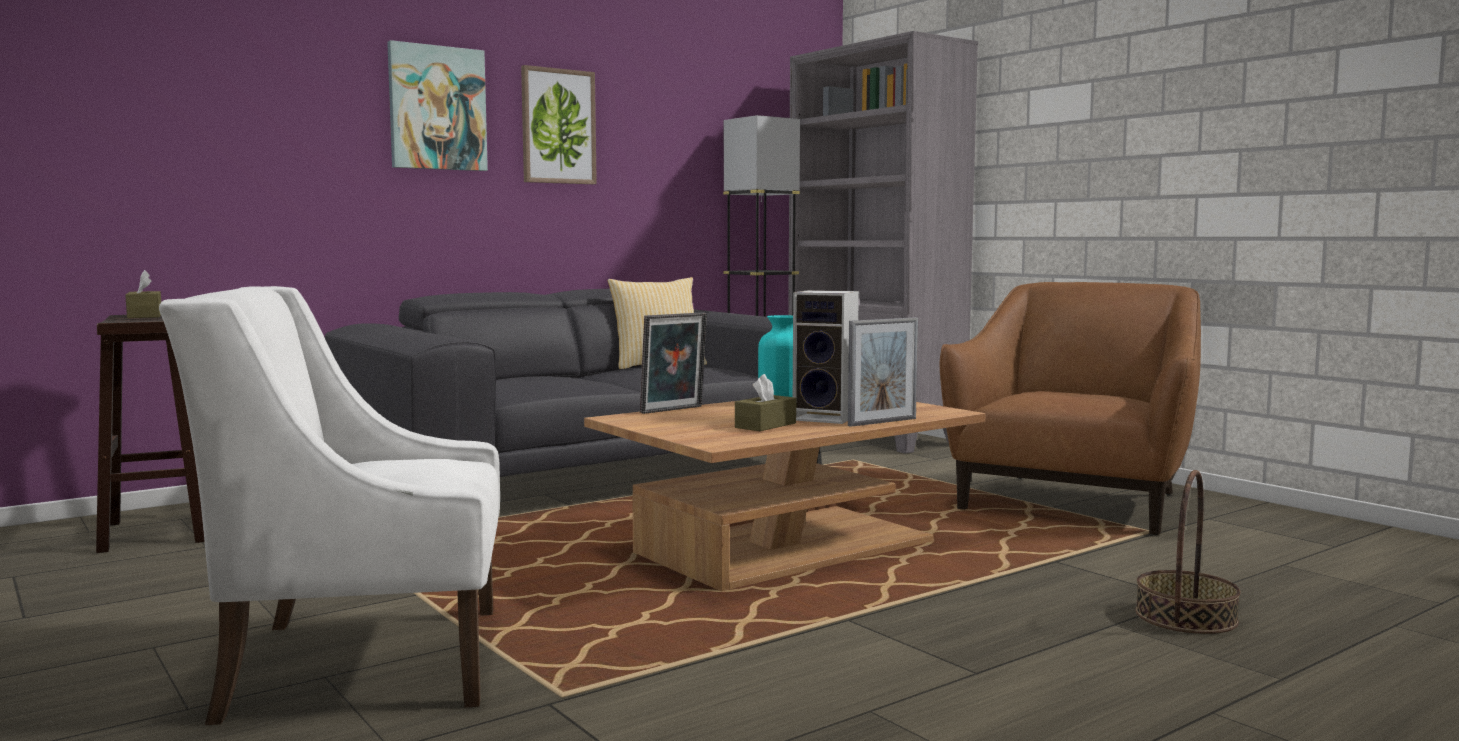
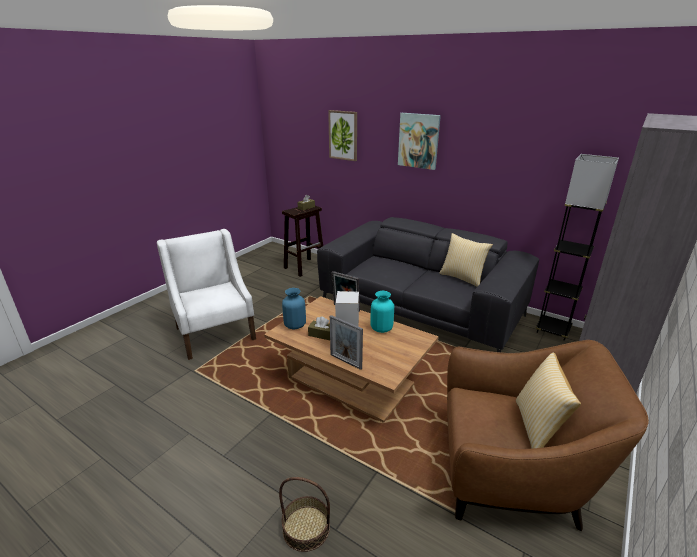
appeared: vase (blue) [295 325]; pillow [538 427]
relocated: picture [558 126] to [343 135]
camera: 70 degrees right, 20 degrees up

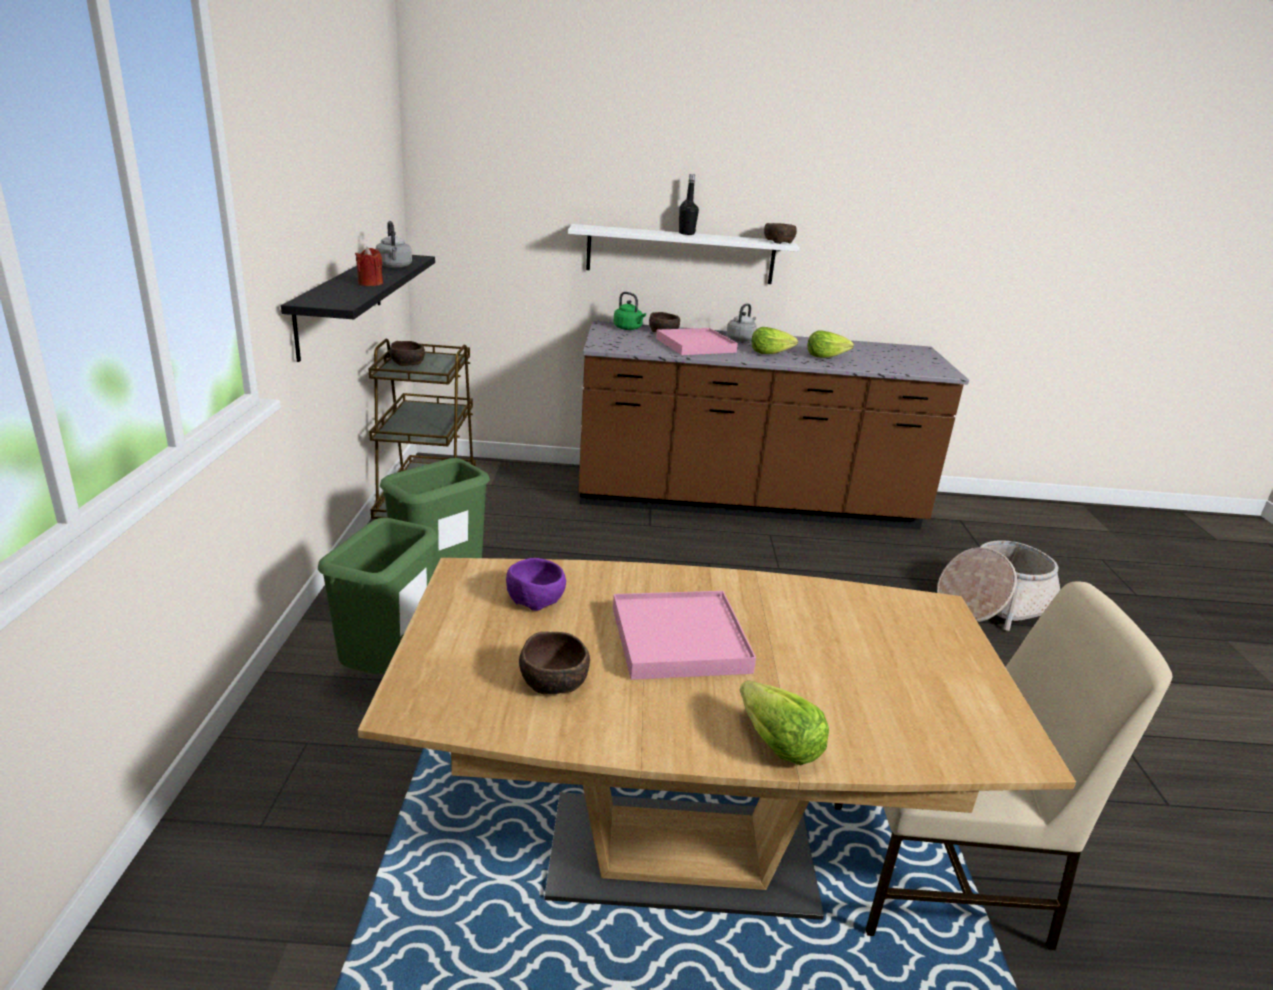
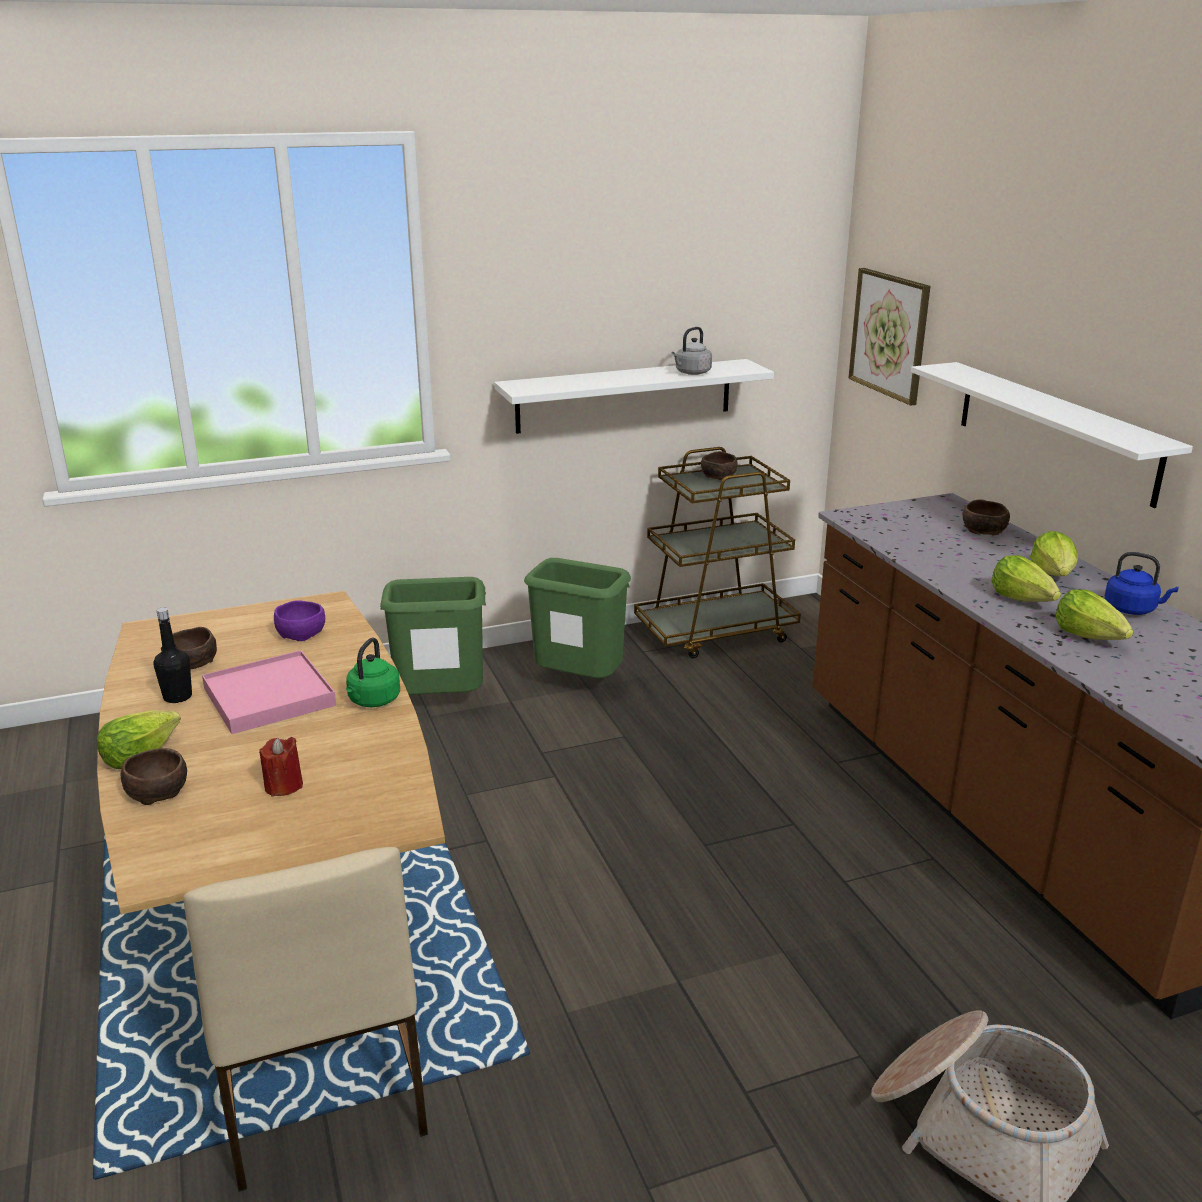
missing: tray (pink) [695 345]
appeared: picture [889 334]; kettle (blue) [1132 609]
relocated: bowl (brown) [778 242] to [159 791]; bottle (black) [686 233] to [177 697]; candle (red) [370 283] to [283 786]; kettle (green) [629 328] to [373 701]
exchanged: kettle (grey) [741 339] to lettuce [1054 574]
colour: shelf (black) [340 302] to shelf (white) [625 395]
camera: 70 degrees right, 0 degrees up

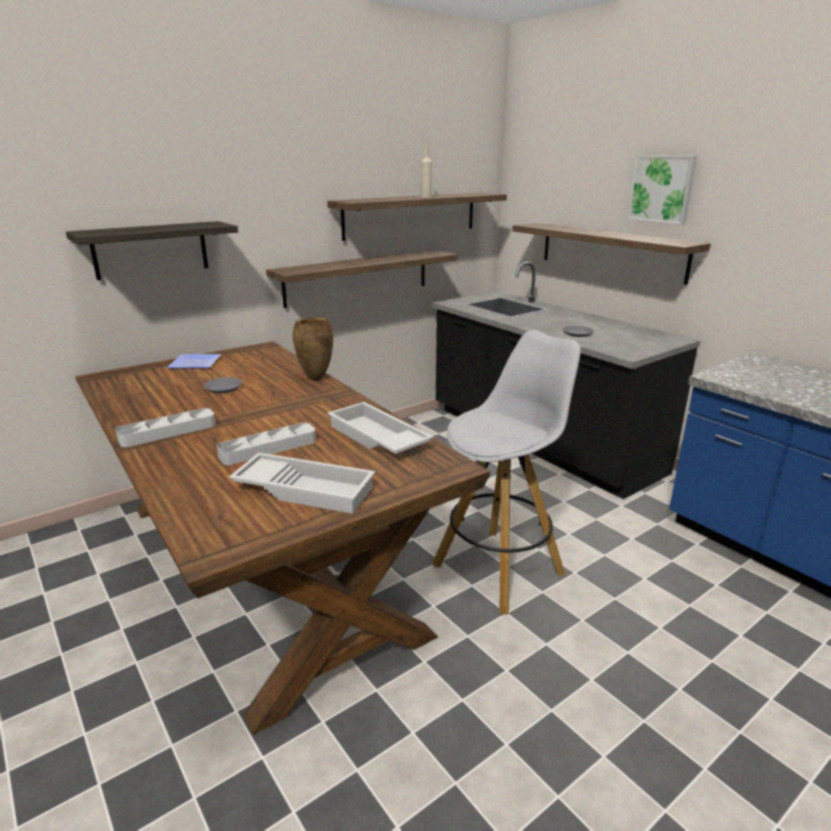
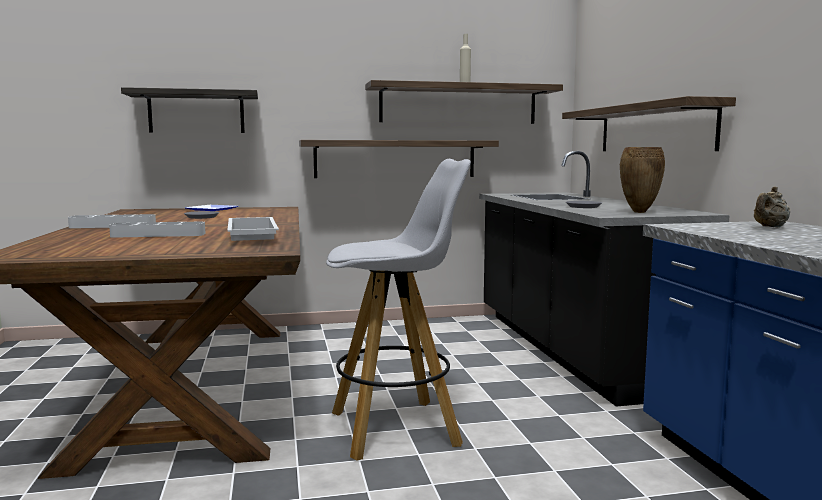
missing: tray (white) [306 489]; picture [662 189]
appeared: teapot (beige) [770 227]
relocated: vase (brown) [315 378] to [639 212]
camera: 25 degrees right, 15 degrees down

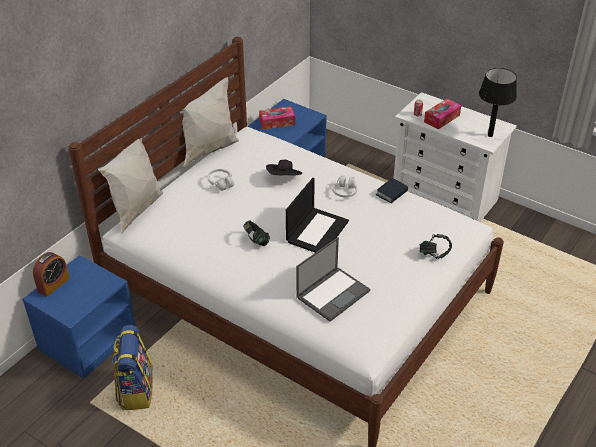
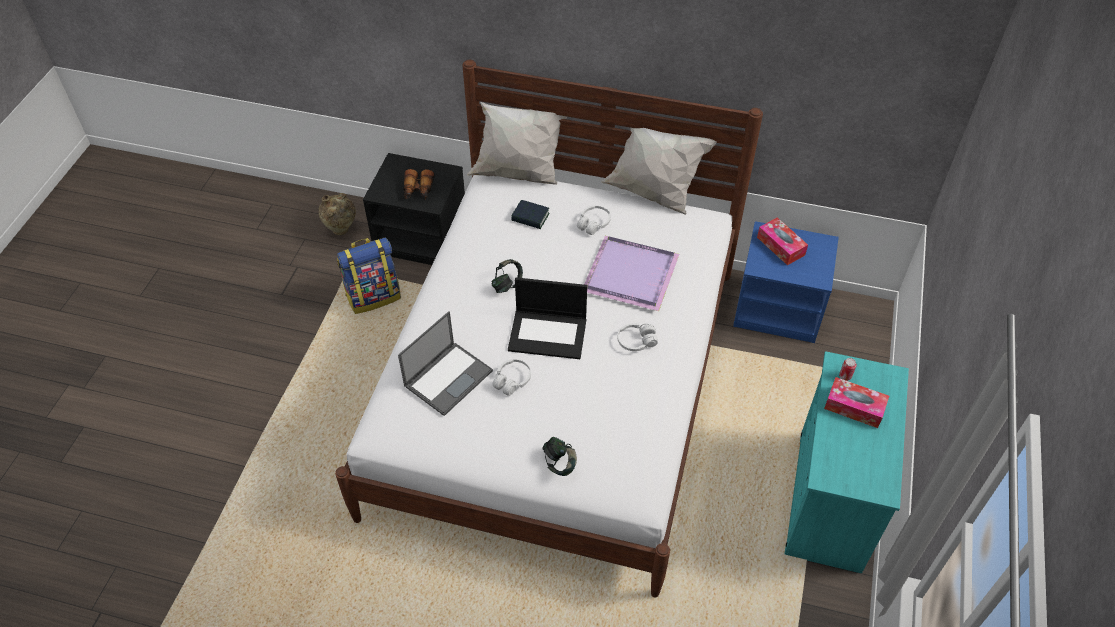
missing: alarm clock [53 284]; table lamp (black) [490 135]
appeared: vase (beige) [341 231]; binoculars [418 190]; headphones (white) [512 381]
relocated: book [391 193] to [530 217]
exchanged: hat (black) [284 178] to tray (purple) [631 276]
colour: nightstand (blue) [88 340] to nightstand (black) [422 237]; dresser (white) [445 196] to dresser (turquoise) [829 501]
spun: laptop [333 293] = [449 377] 75 degrees counterclockwise
camera: 70 degrees right, 10 degrees up

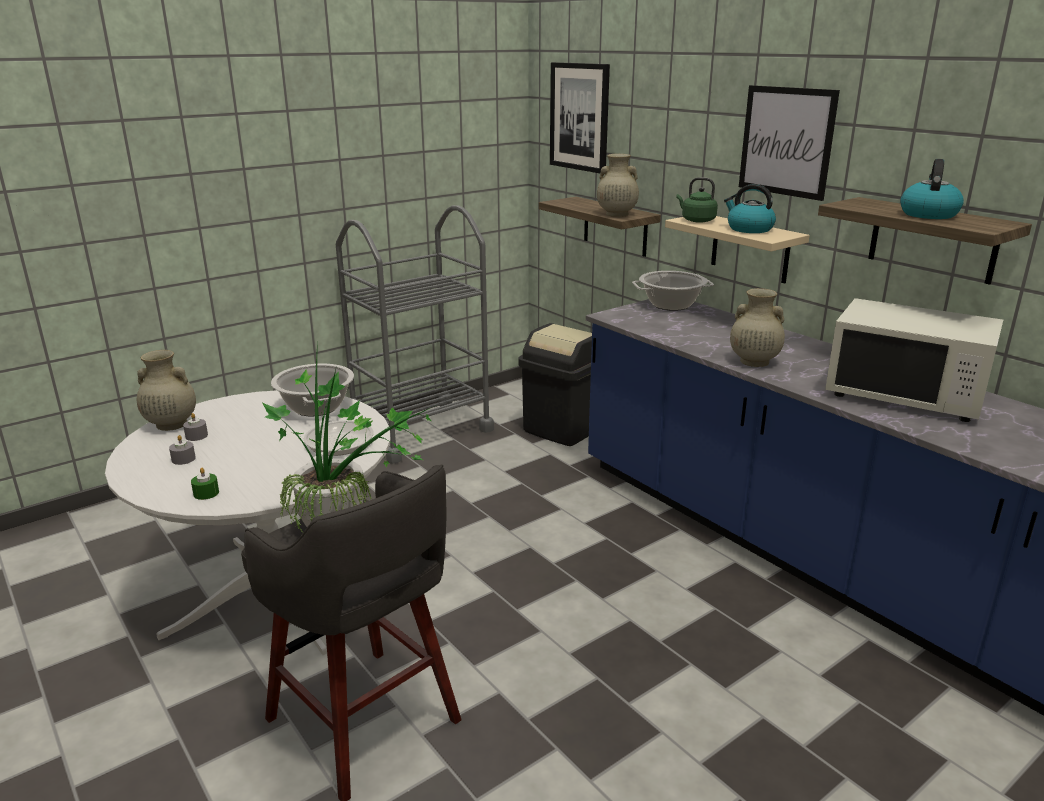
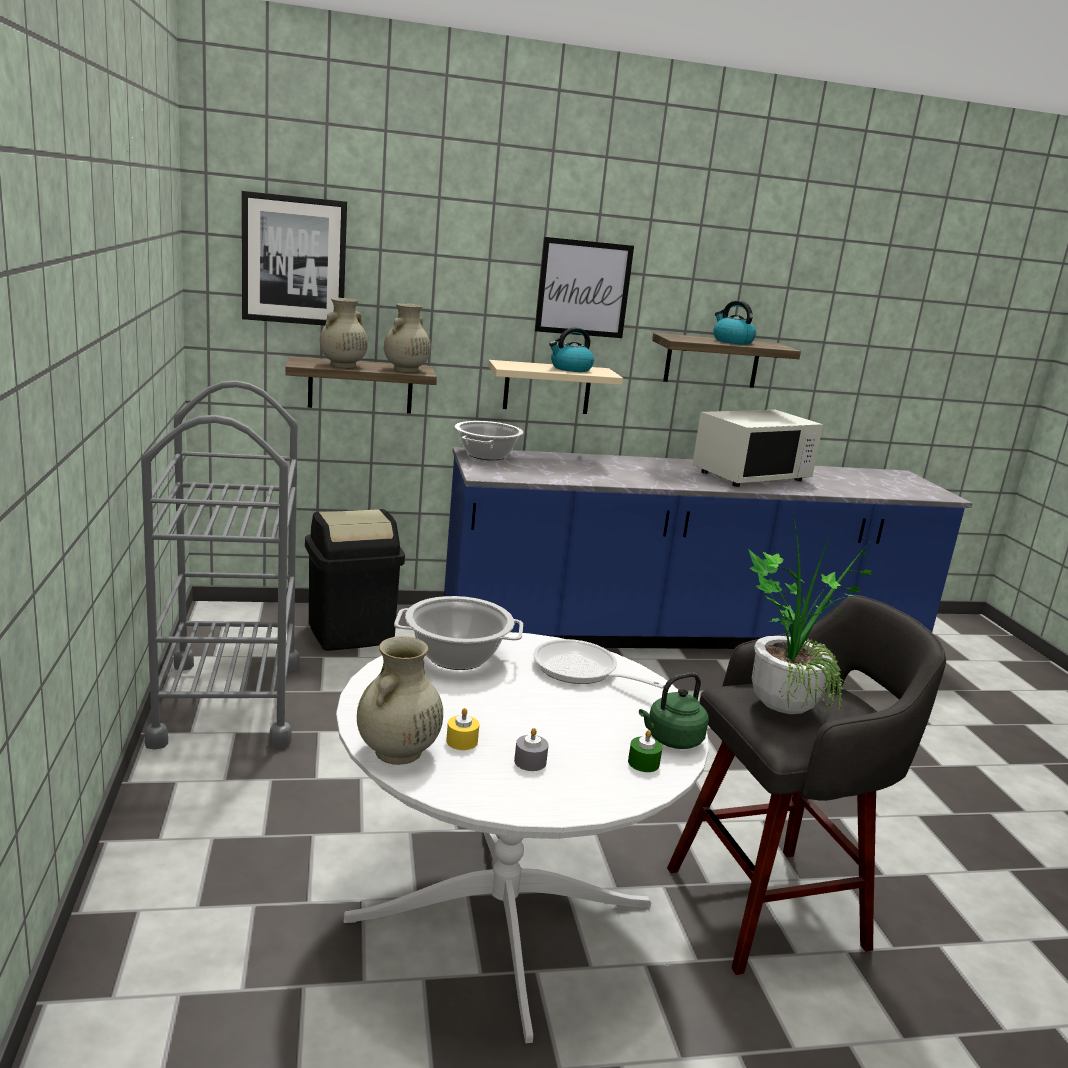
relocated: vase (beige) [753 361] to [342 365]; kettle (green) [696 220] to [671 740]
colour: candle (grey) [196 436] to candle (yellow) [462 741]
camera: 65 degrees left, 5 degrees down

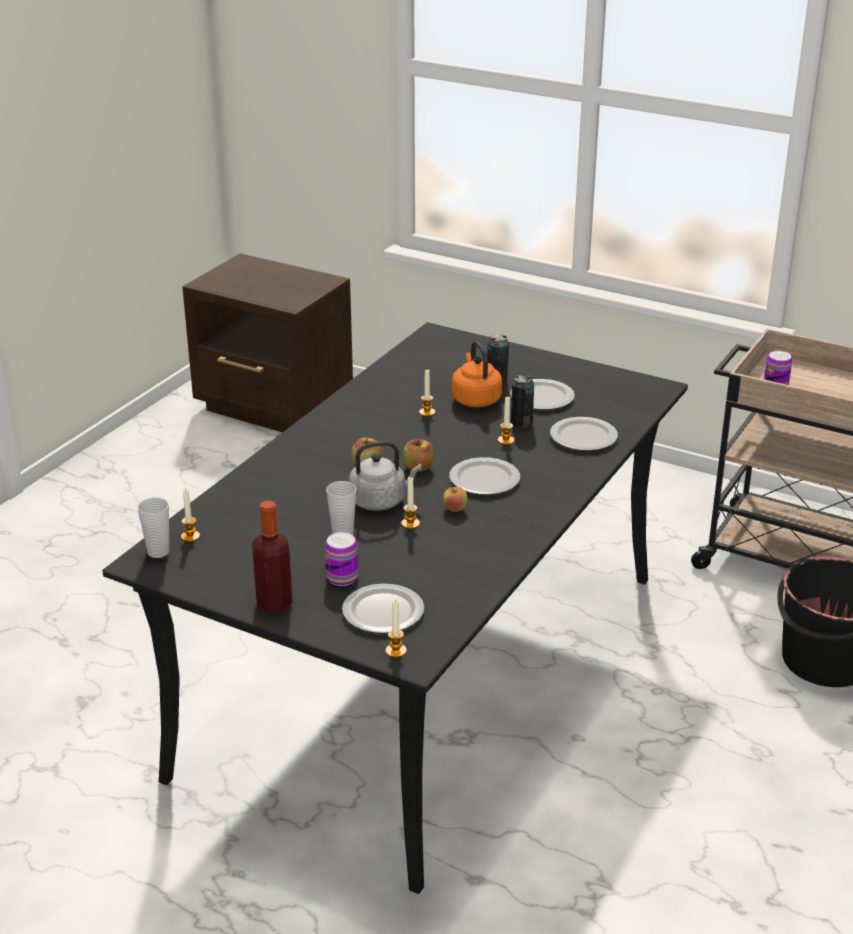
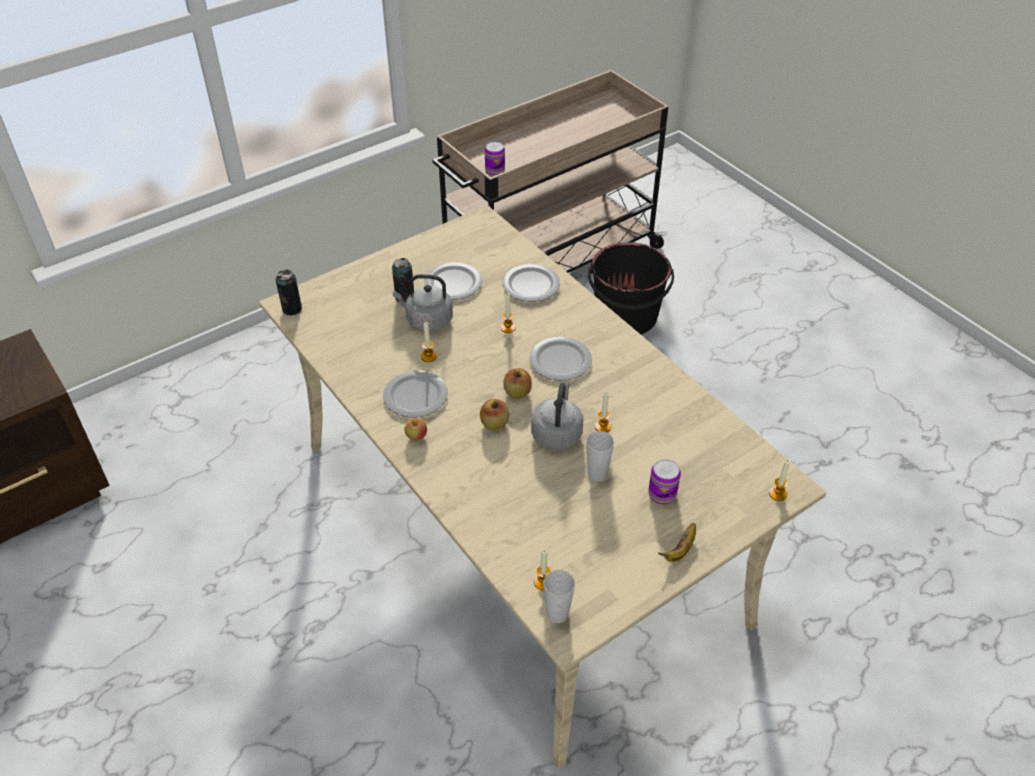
relocated: can [521 423] to [292 309]; plate [382 611] to [414 396]; apple [455 509] to [416 436]
exchanged: bottle [274 603] to banana [680 550]
colour: dining table (black) [425 670] to dining table (beige) [515 530]; kettle (orange) [475 399] to kettle (grey) [427 320]
camera: 65 degrees left, 15 degrees up

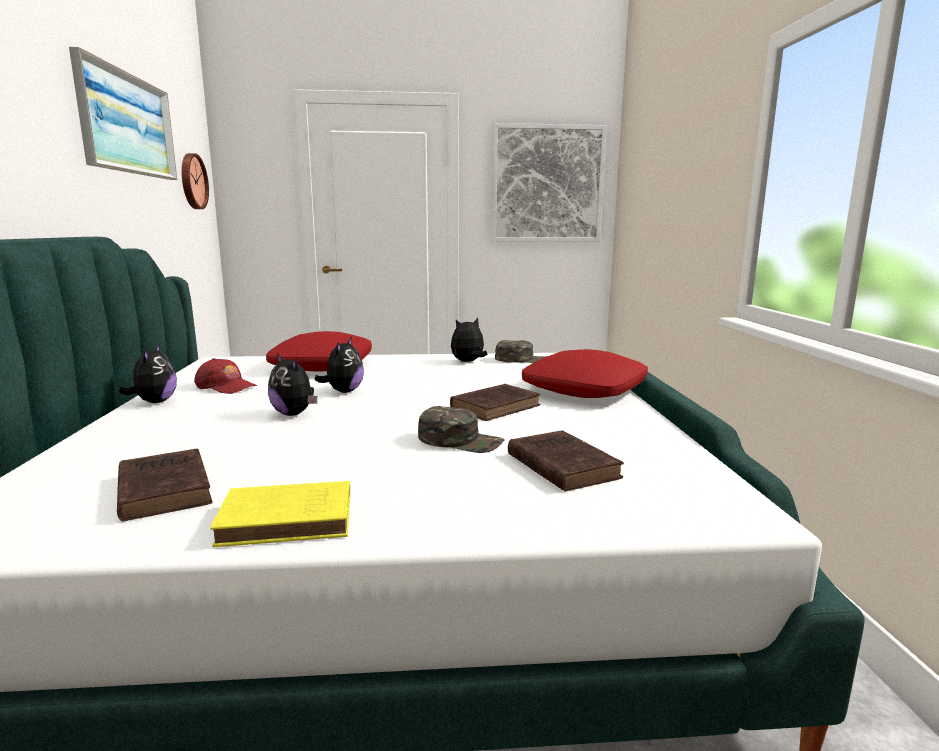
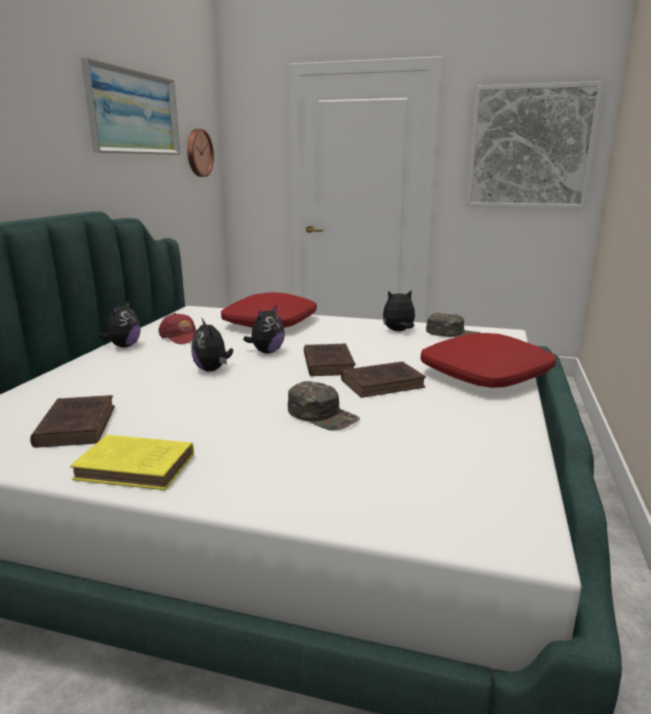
relocated: book (brown) [560 465] to [328 363]
camera: 20 degrees right, 5 degrees up

